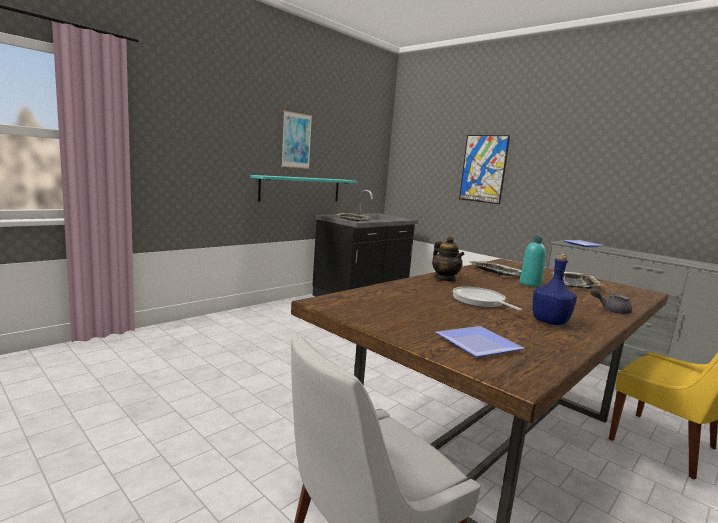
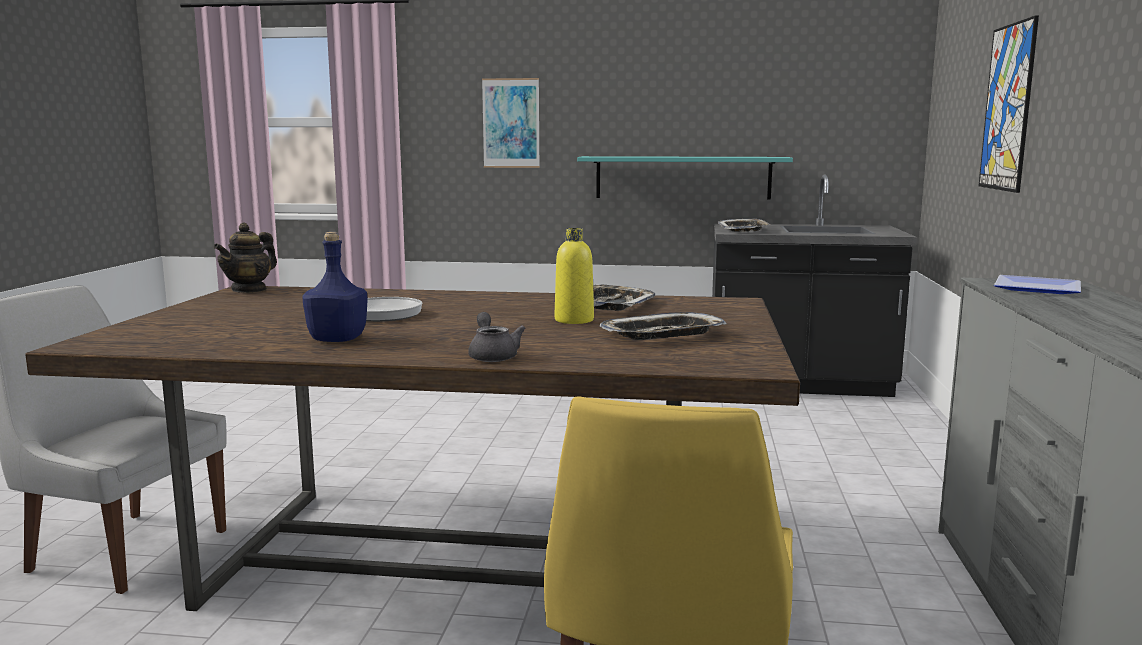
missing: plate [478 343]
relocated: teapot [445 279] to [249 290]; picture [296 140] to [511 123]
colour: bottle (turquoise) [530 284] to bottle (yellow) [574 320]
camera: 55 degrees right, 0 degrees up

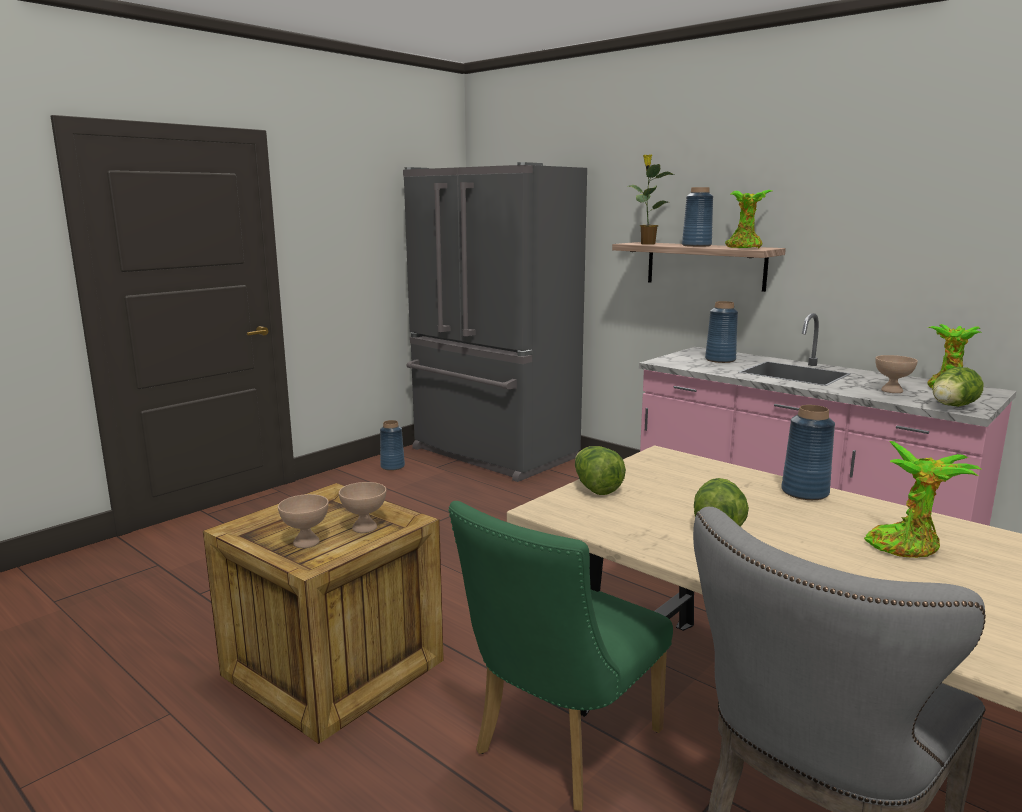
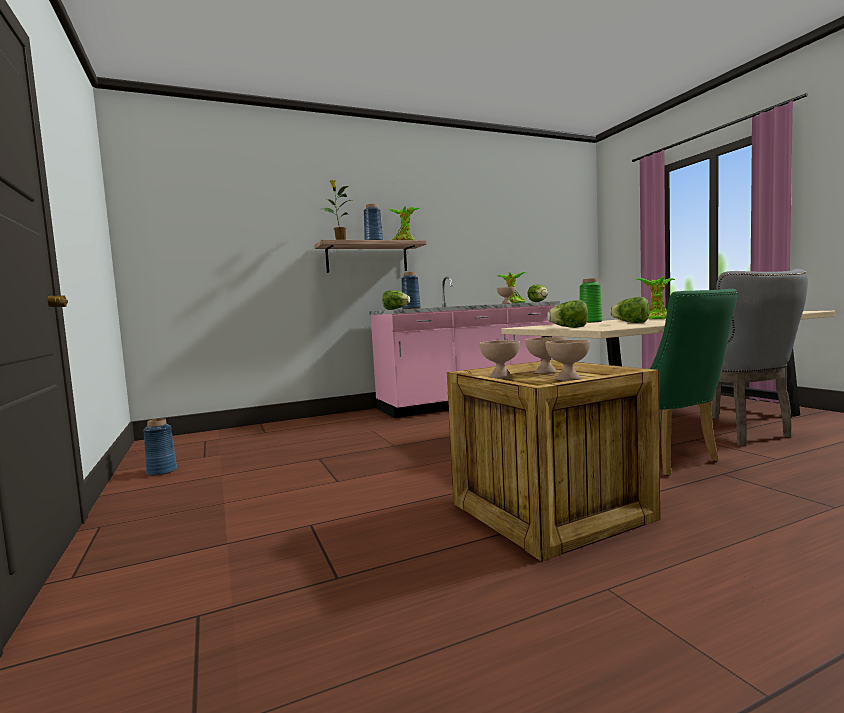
missing: fridge (grey) [492 454]
appeared: lettuce [396 309]; bowl (beige) [500 377]
colour: vase (blue) [804 492] to vase (green) [590 322]
camera: 65 degrees left, 10 degrees down

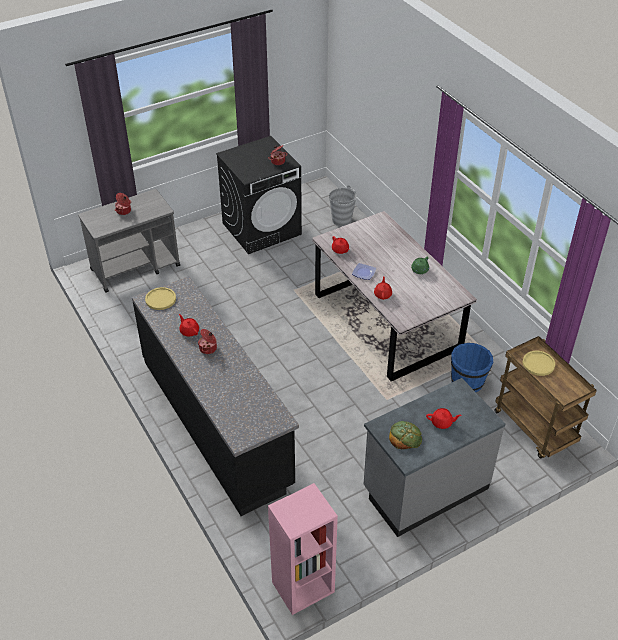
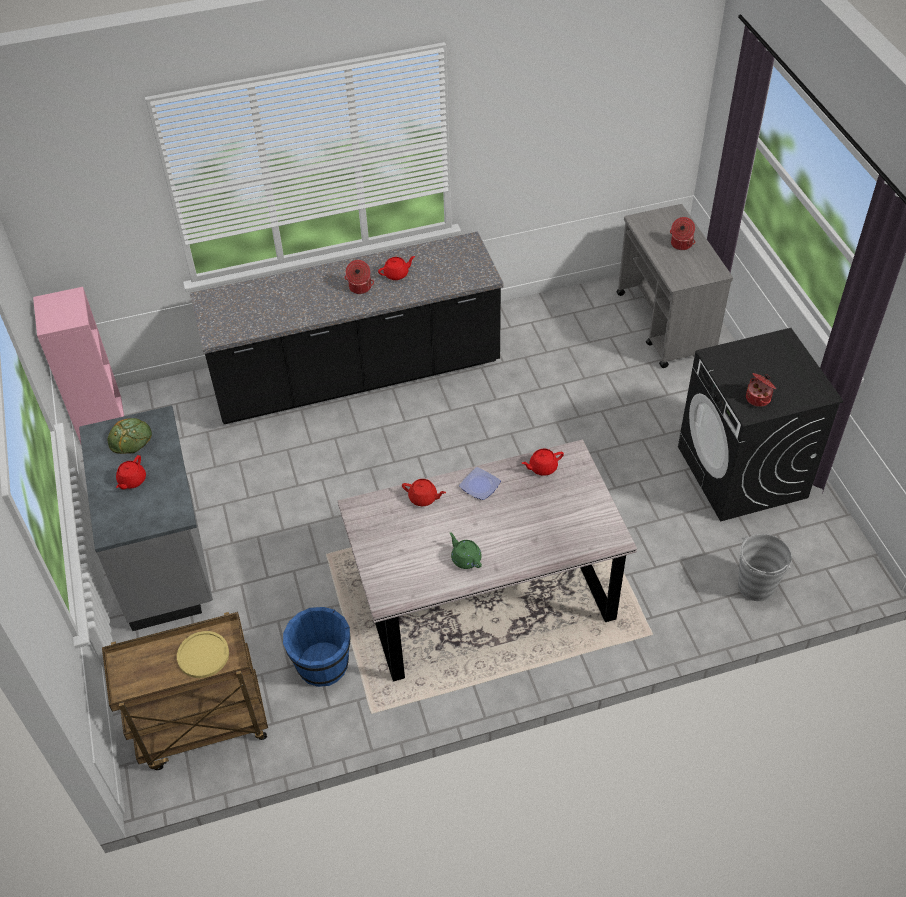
missing: plate (yellow) [160 299]
camera: 105 degrees right, 5 degrees up

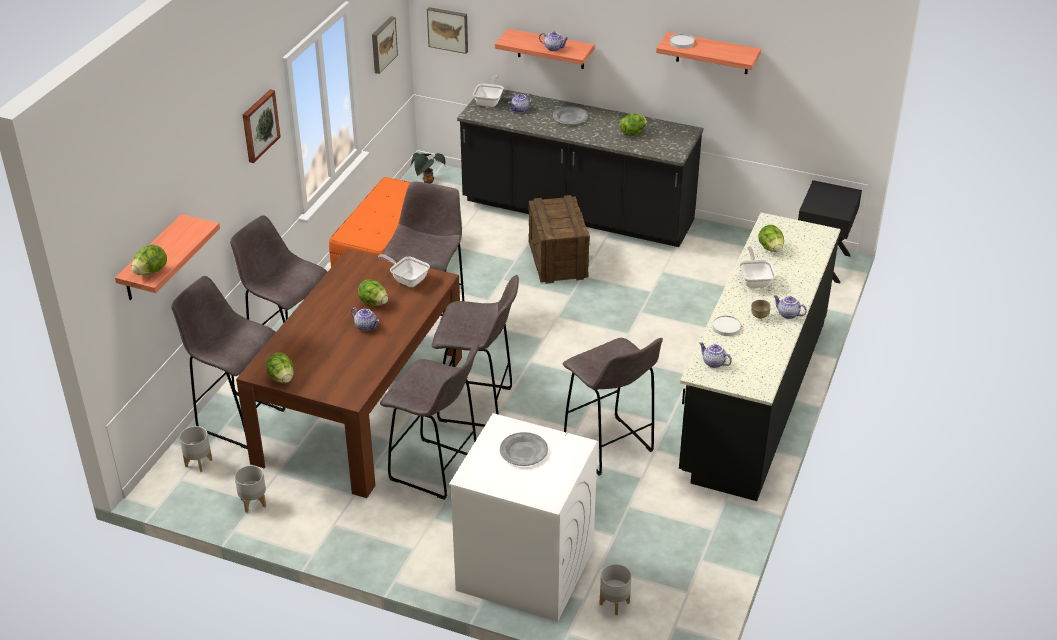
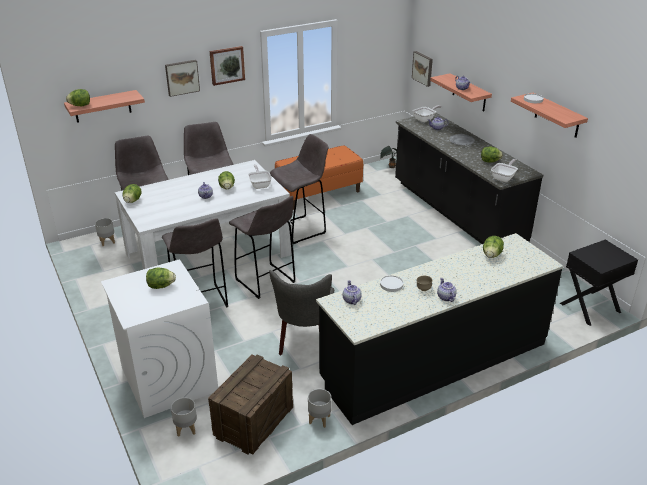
relocated: picture [382 44] to [182 77]; crate [557 260] to [254 421]; planter (grey) [253 503] to [319 420]; frying pan [755 280] to [504 178]
exchanged: plate (grey) [523 451] to lettuce [161 286]; stool (grey) [609 447] to chair (grey) [305 341]
colour: dining table (brown) [360 408] to dining table (white) [208 254]
camera: 40 degrees right, 5 degrees down

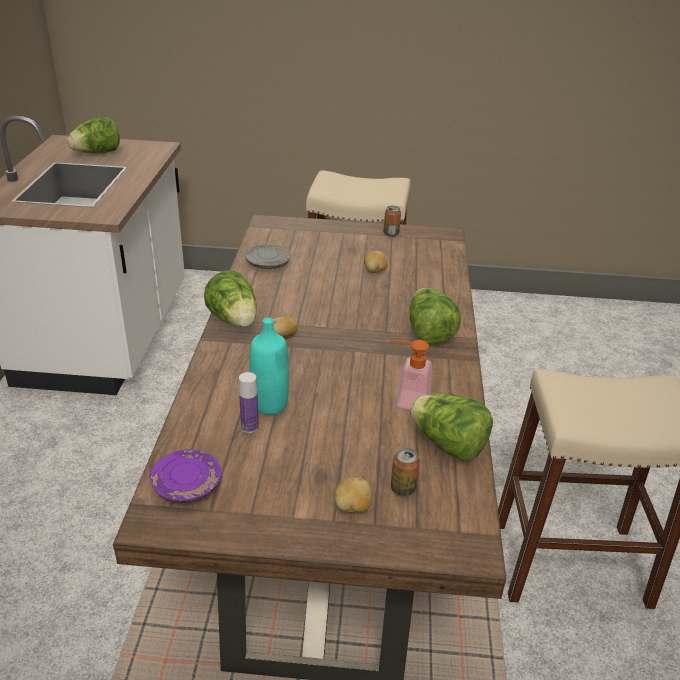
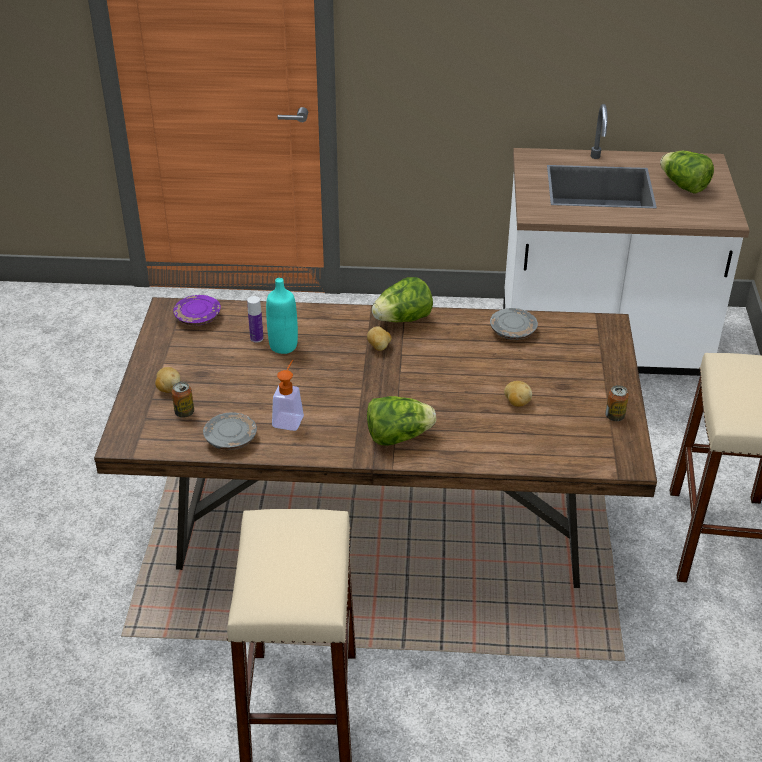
exchanged: lettuce [448 445] to plate (grey) [230 438]
camera: 90 degrees right, 5 degrees up

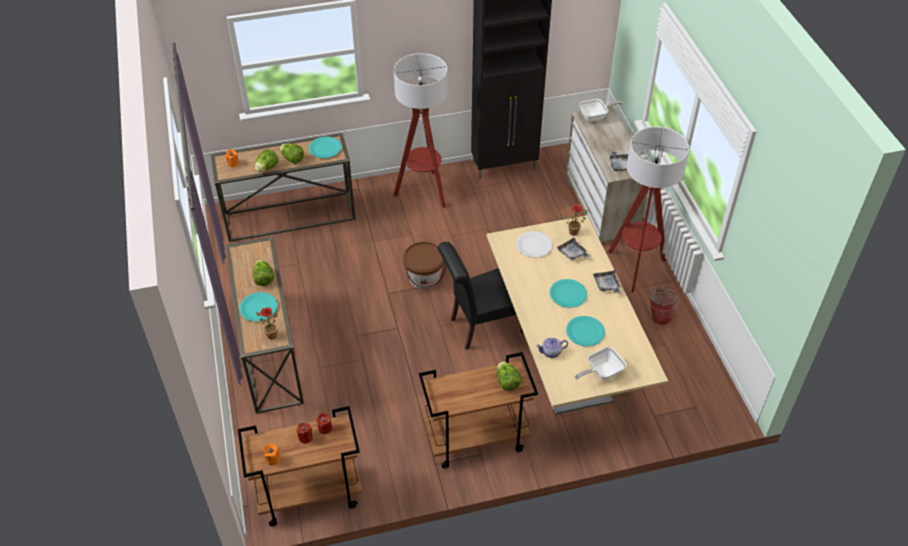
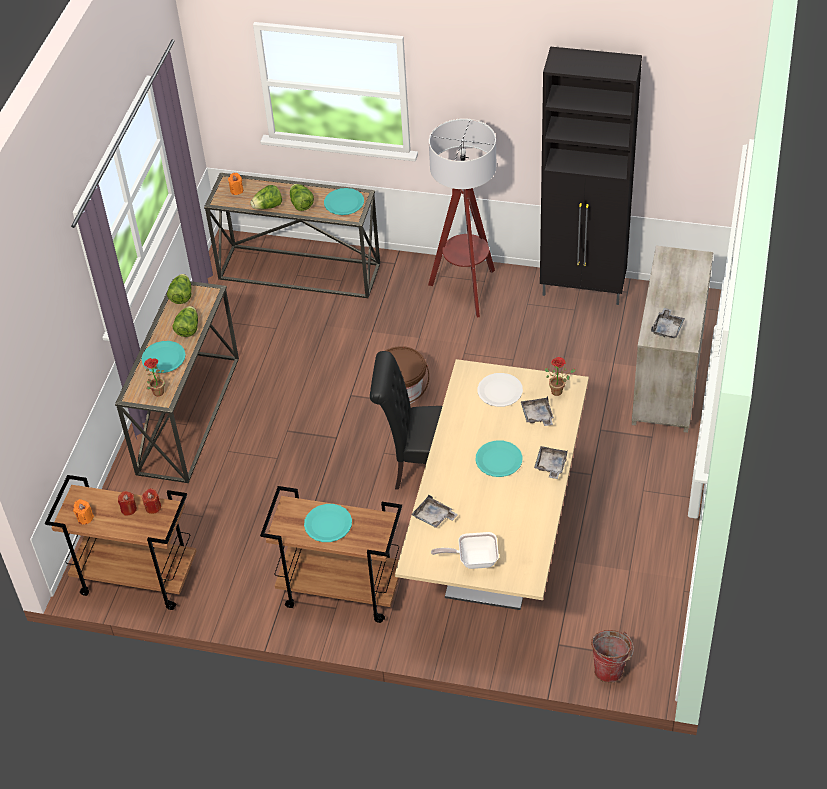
missing: frying pan [595 117]; floor lamp [635 267]
relocated: lettuce [507 382] to [181 296]; plate (turquoise) [585 332] to [328 524]; bucket [660 316] to [610 668]
exchanged: teapot [551 352] to tray (grey) [434 517]
camera: 30 degrees right, 0 degrees up

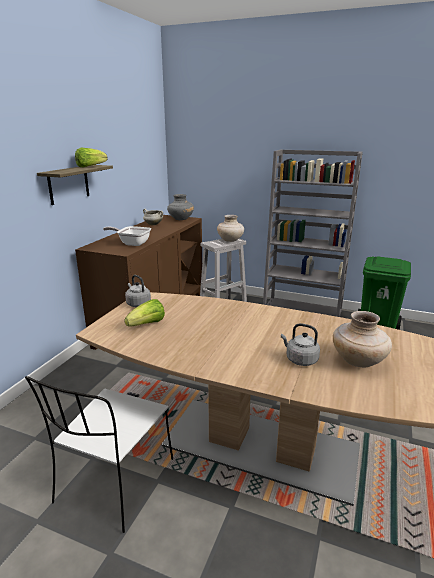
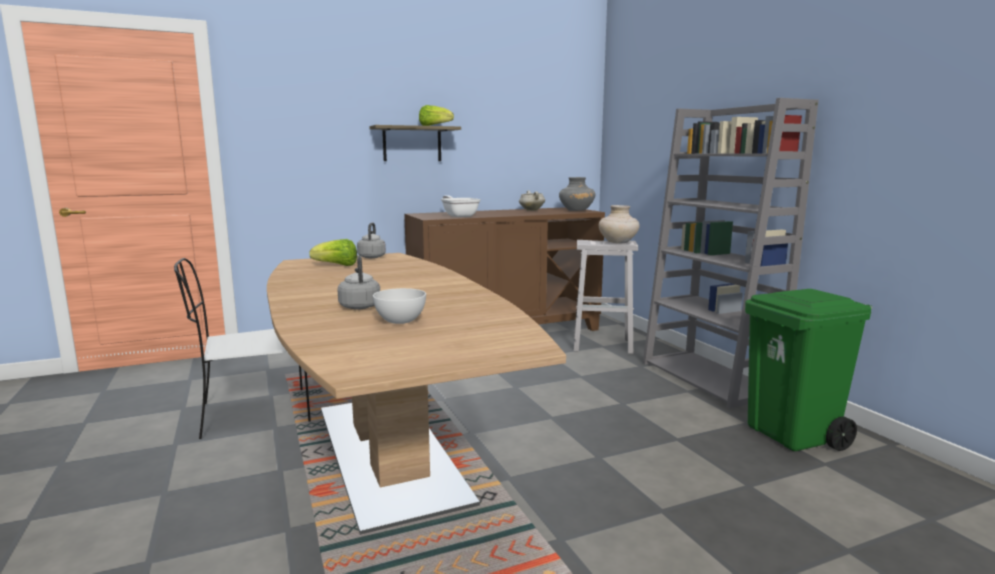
exchanged: vase (beige) [358 361] to bowl (white) [401 321]
camera: 45 degrees right, 10 degrees down

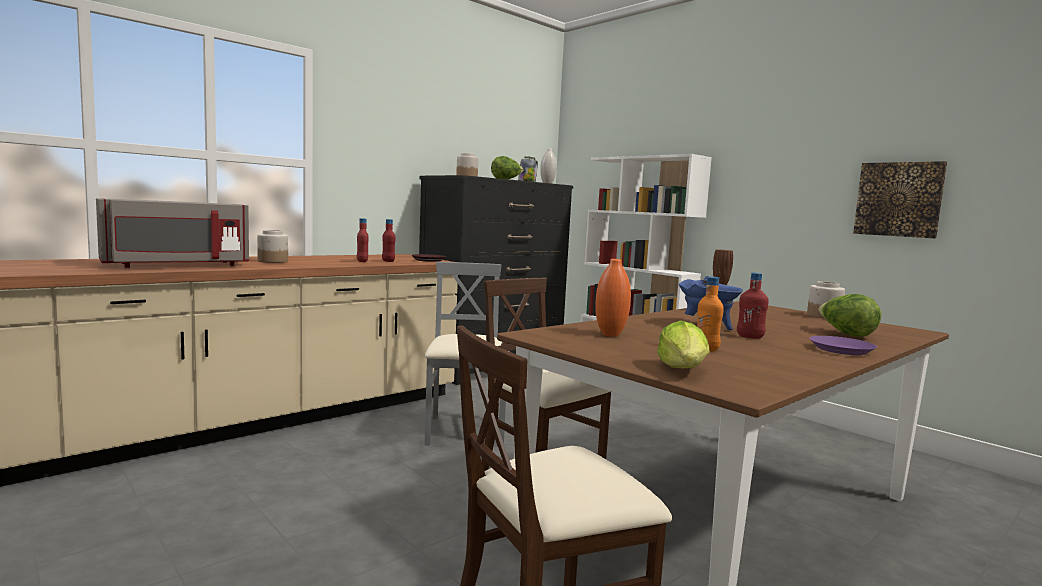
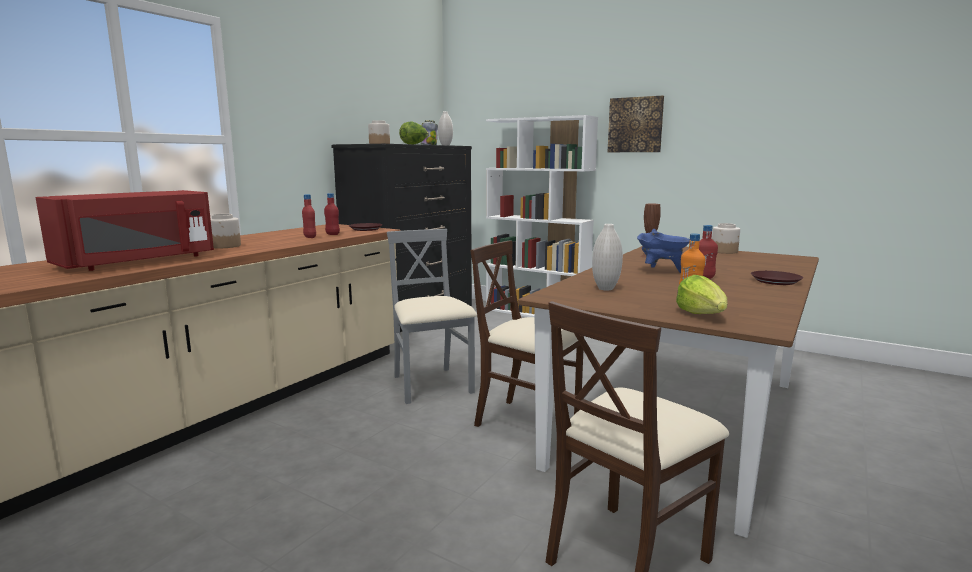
missing: lettuce [846 334]
relocated: picture [899 199] to [635 125]
colour: microwave (grey) [177 265] to microwave (red) [139 261]; vase (orange) [610 334] to vase (white) [605 288]; plate (purple) [840 350] to plate (brown) [775 281]
camera: 15 degrees left, 5 degrees up

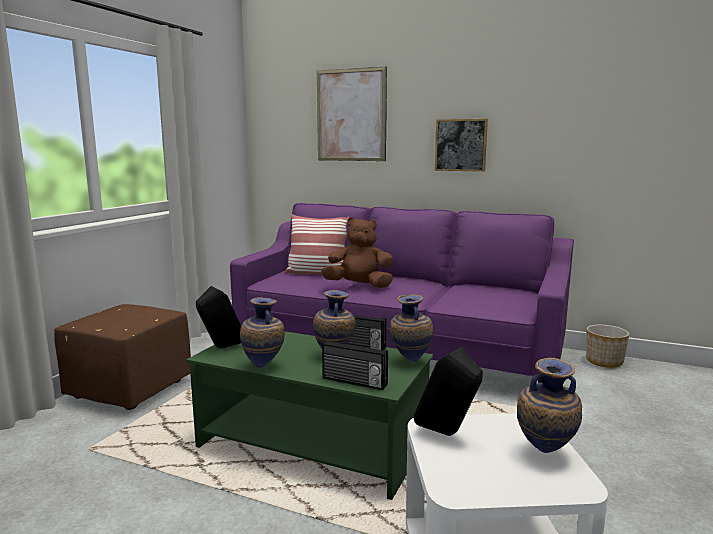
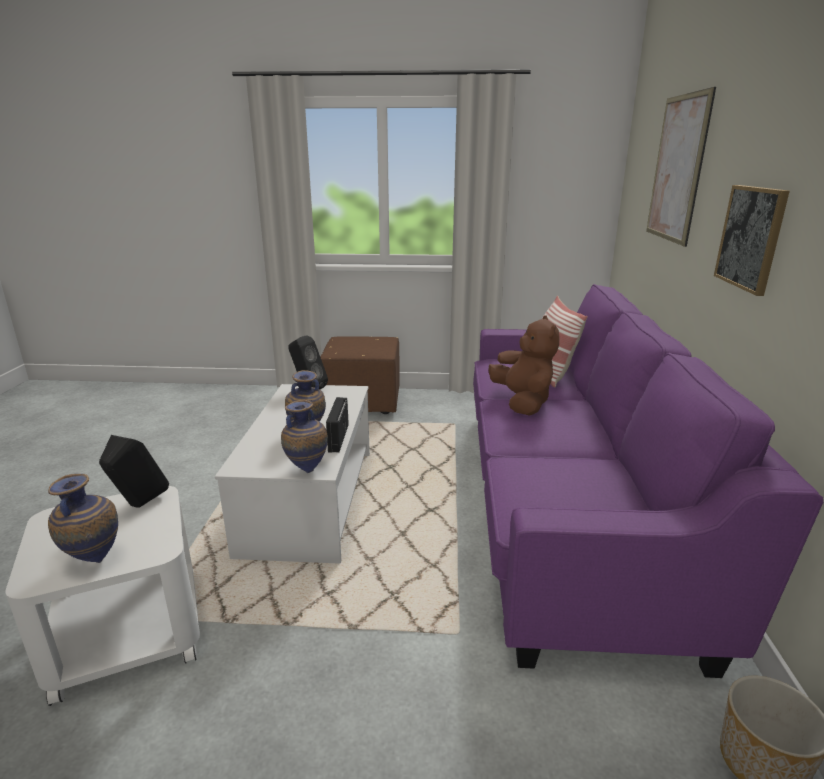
missing: vase [264 366]; radio [354 382]
colour: coffee table (green) [314 444] to coffee table (white) [309 500]
camera: 70 degrees right, 10 degrees up

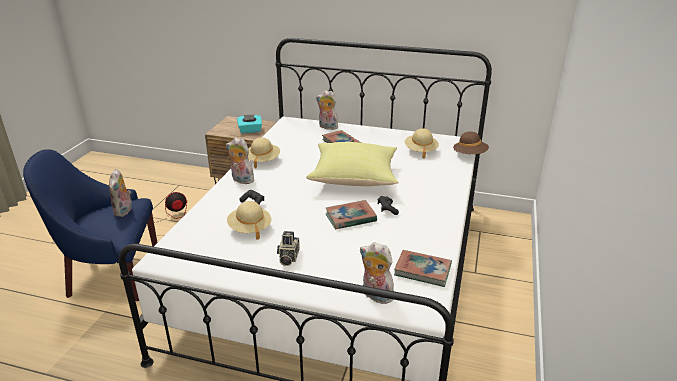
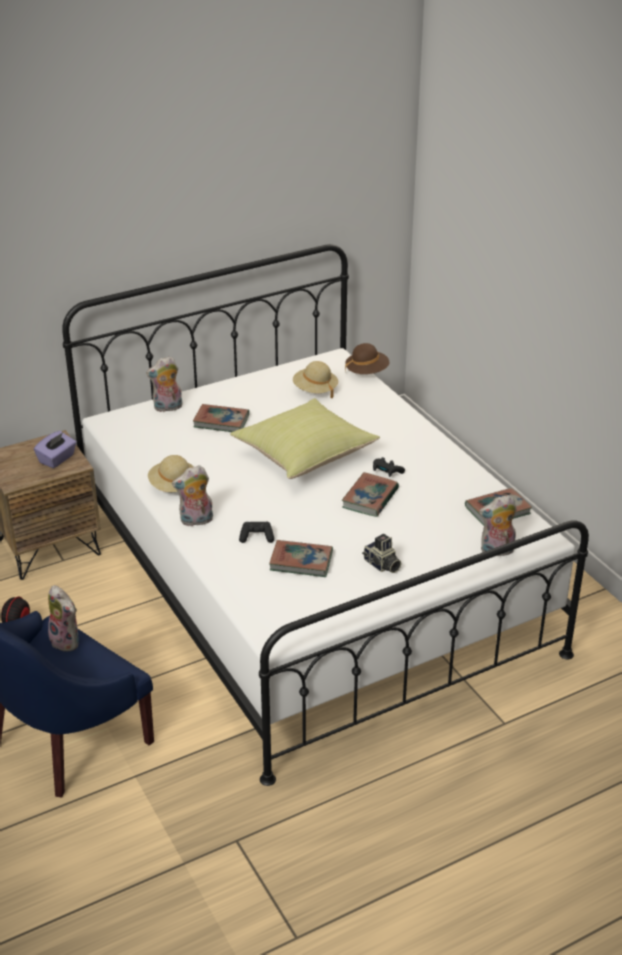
exchanged: hat (beige) [250 228] to book [301 562]
colour: tissue box (turquoise) [250 131] to tissue box (purple) [57 459]
camera: 45 degrees left, 5 degrees up

